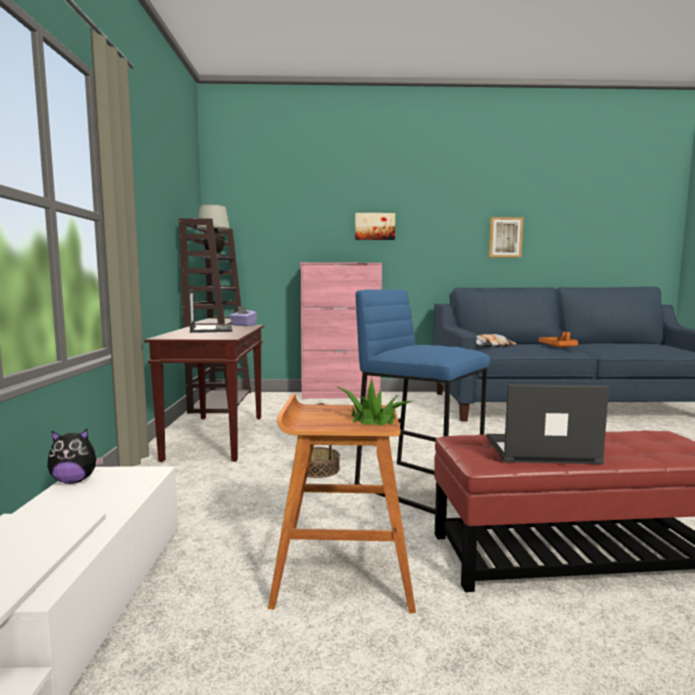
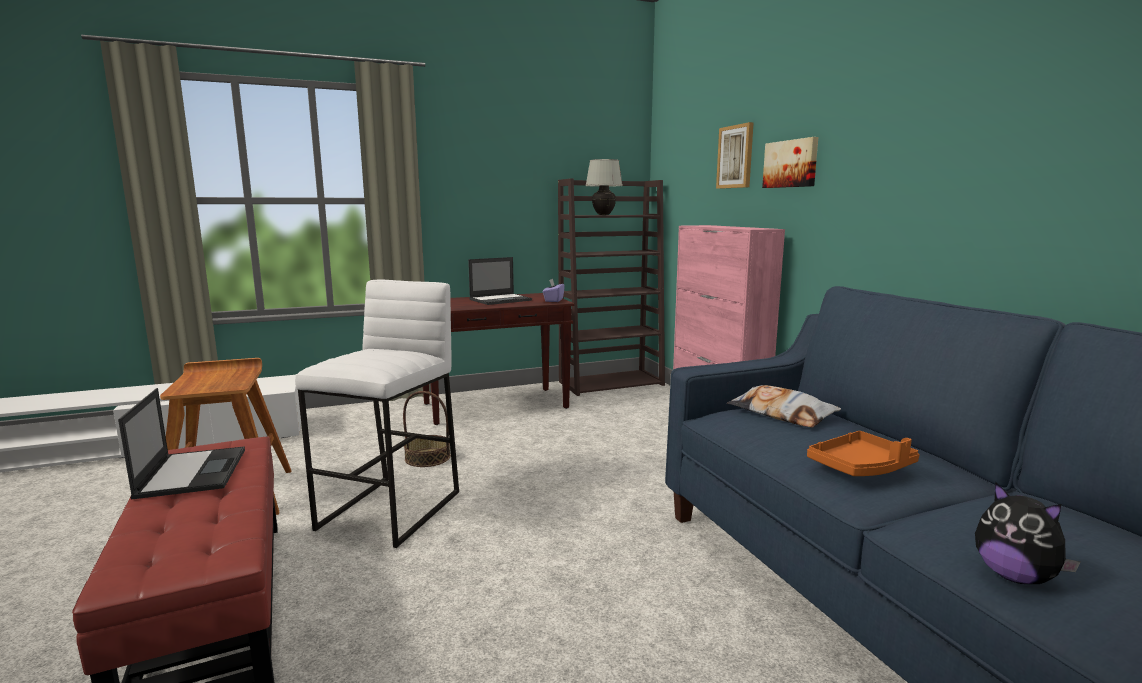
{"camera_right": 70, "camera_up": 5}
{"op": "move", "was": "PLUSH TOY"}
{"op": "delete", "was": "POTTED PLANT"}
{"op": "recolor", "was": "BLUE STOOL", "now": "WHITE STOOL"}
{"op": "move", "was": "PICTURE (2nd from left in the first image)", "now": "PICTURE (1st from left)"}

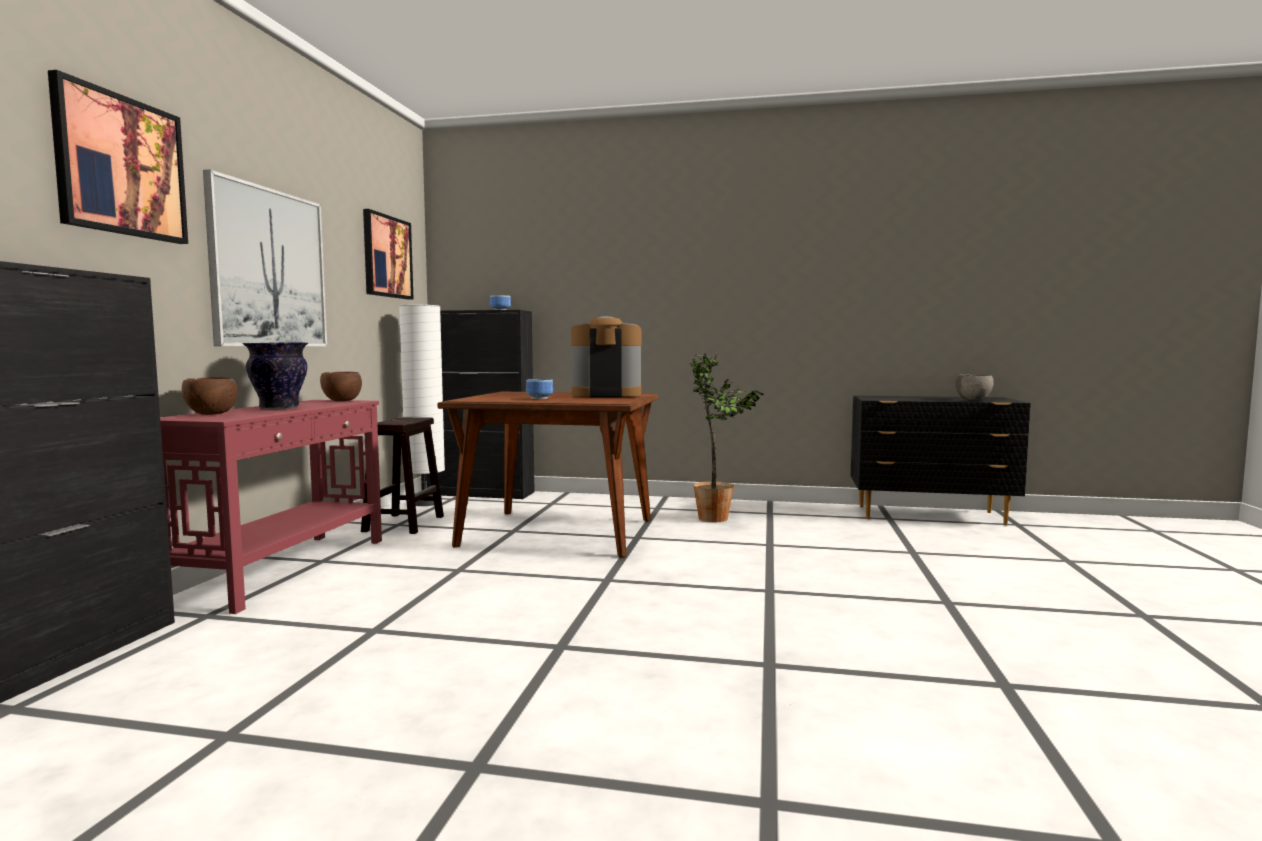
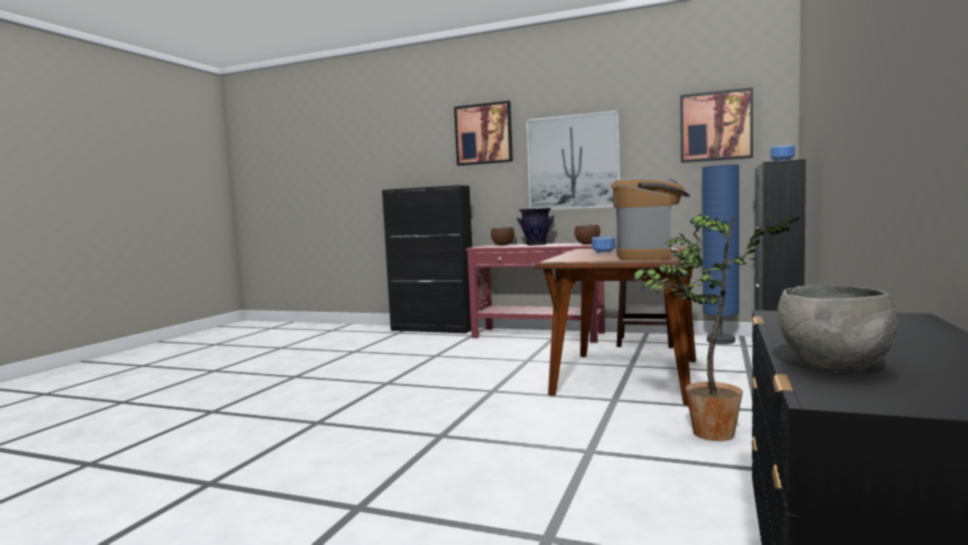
{"camera_right": 100, "camera_up": 0}
{"op": "recolor", "was": "WHITE FLOOR LAMP", "now": "BLUE FLOOR LAMP"}

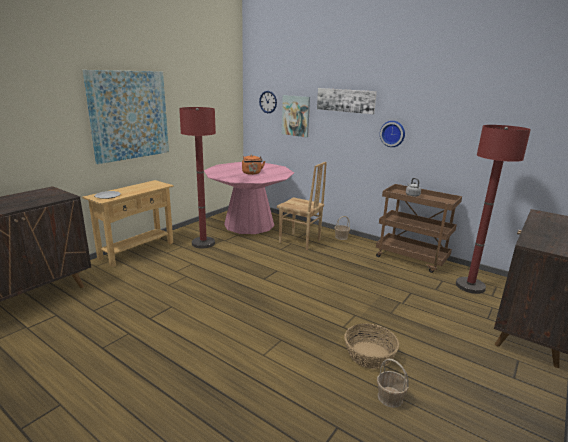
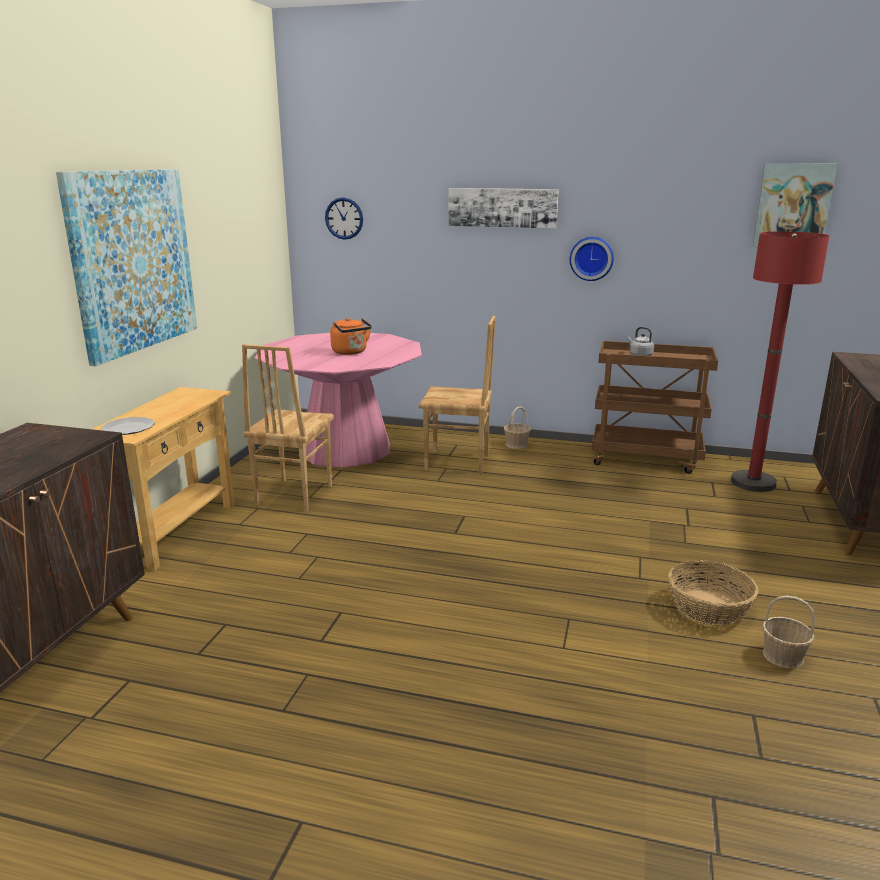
{"camera_right": -20, "camera_up": 0}
{"op": "replace", "was": "RED FLOOR LAMP (1st from left)", "now": "BROWN CHAIR (1st from left)"}
{"op": "move", "was": "PICTURE (2nd from left in the first image)", "now": "PICTURE (3rd from left)"}

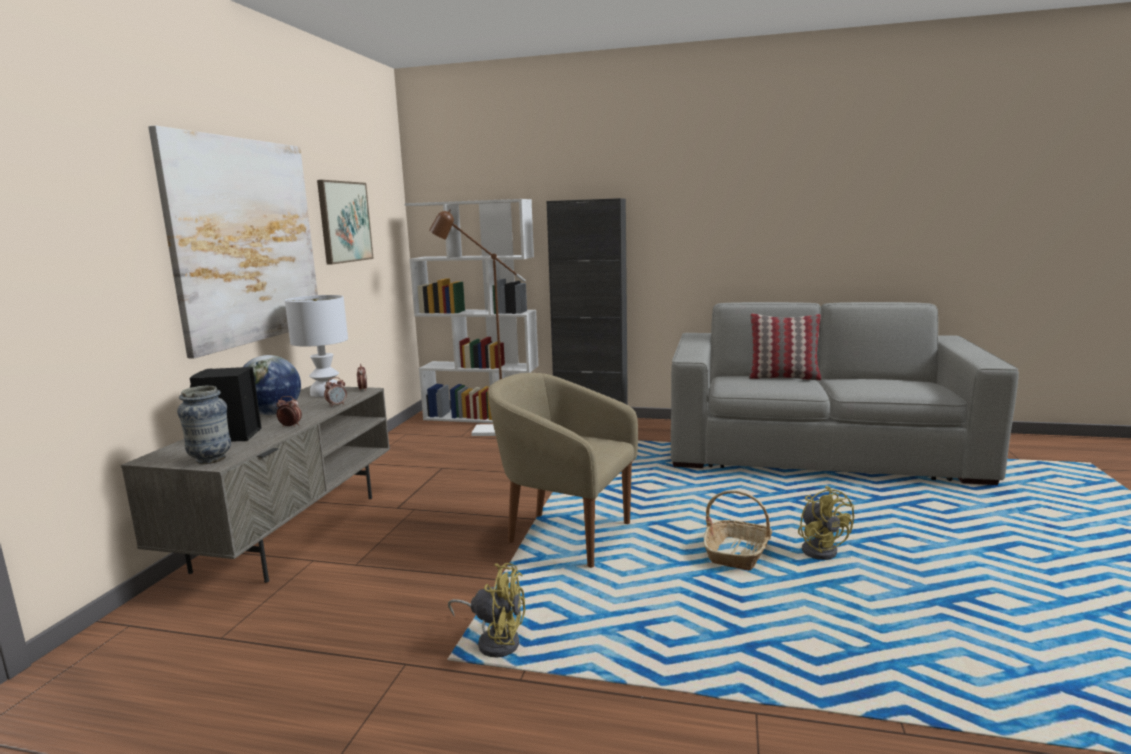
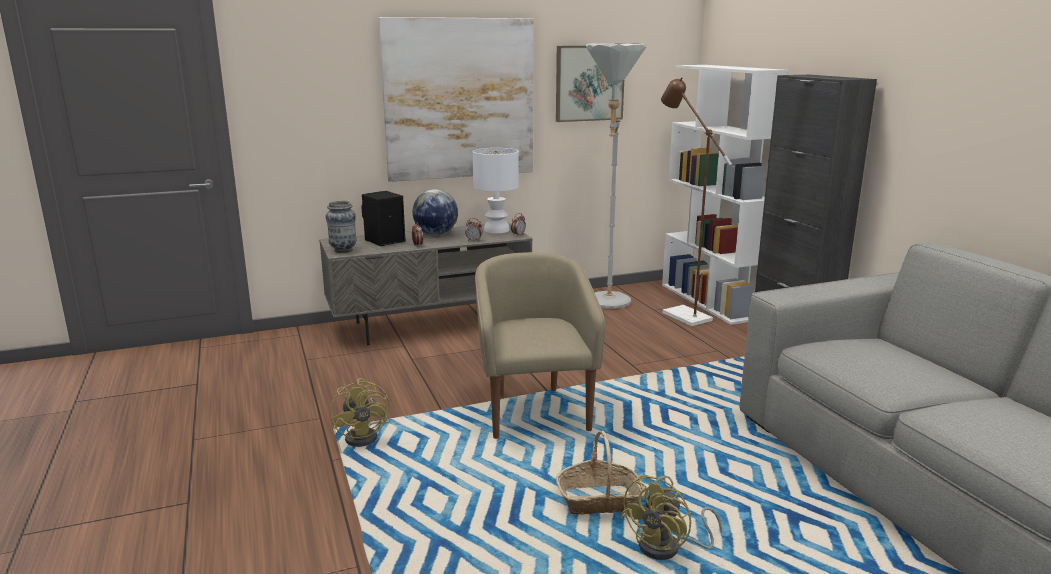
{"camera_right": 55, "camera_up": 5}
{"op": "delete", "was": "PILLOW"}
{"op": "insert", "now": "GREY FLOOR LAMP"}

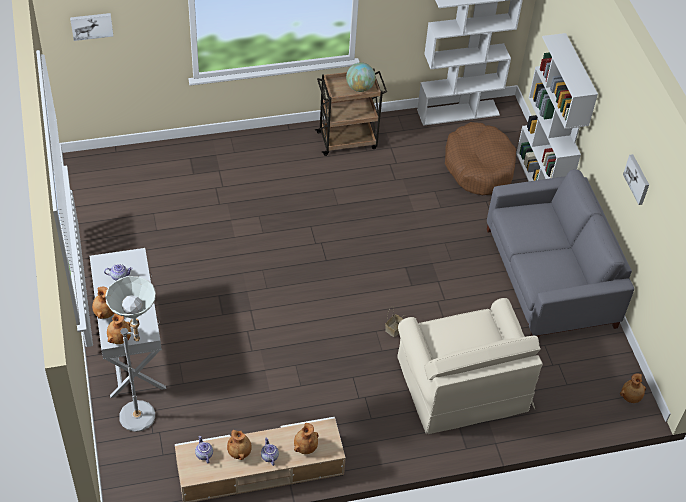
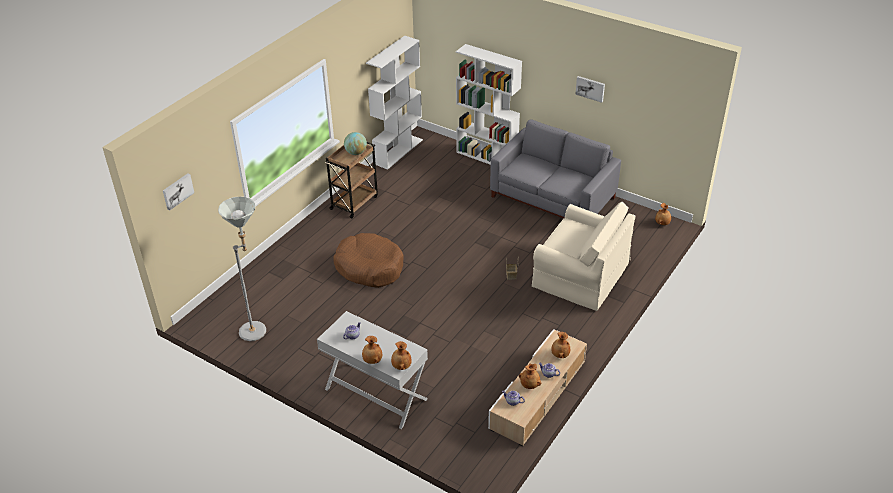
{"camera_right": -40, "camera_up": -10}
{"op": "move", "was": "GREY FLOOR LAMP"}
{"op": "move", "was": "BROWN DOG BED"}

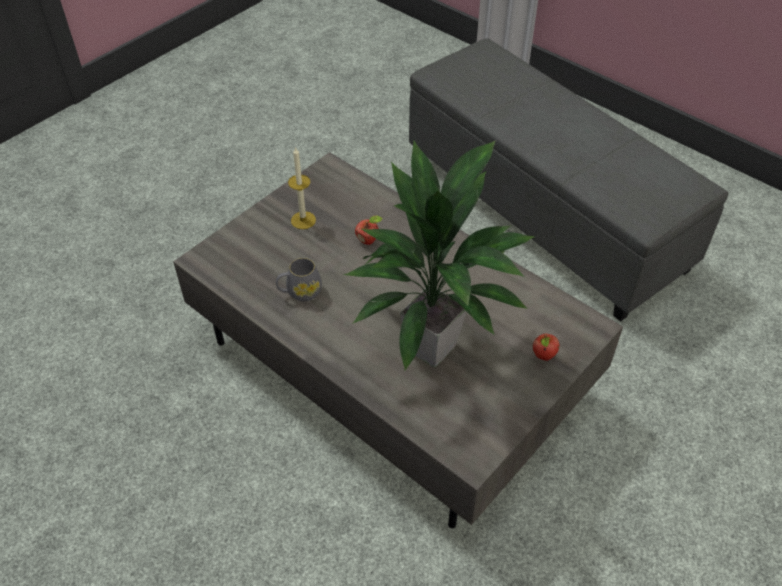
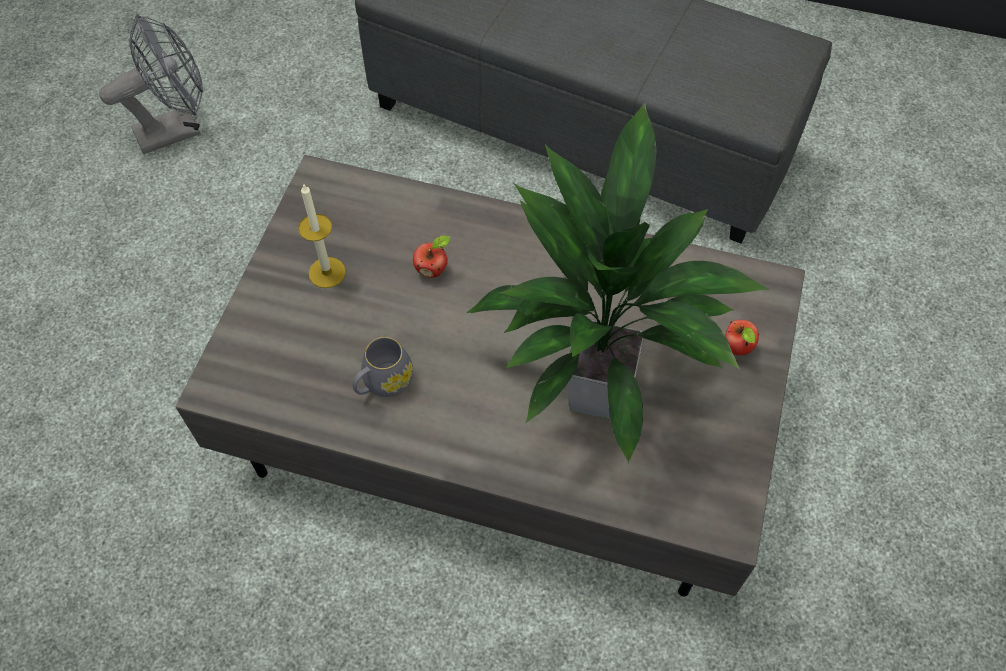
{"camera_right": -25, "camera_up": 10}
{"op": "insert", "now": "GREY FAN"}

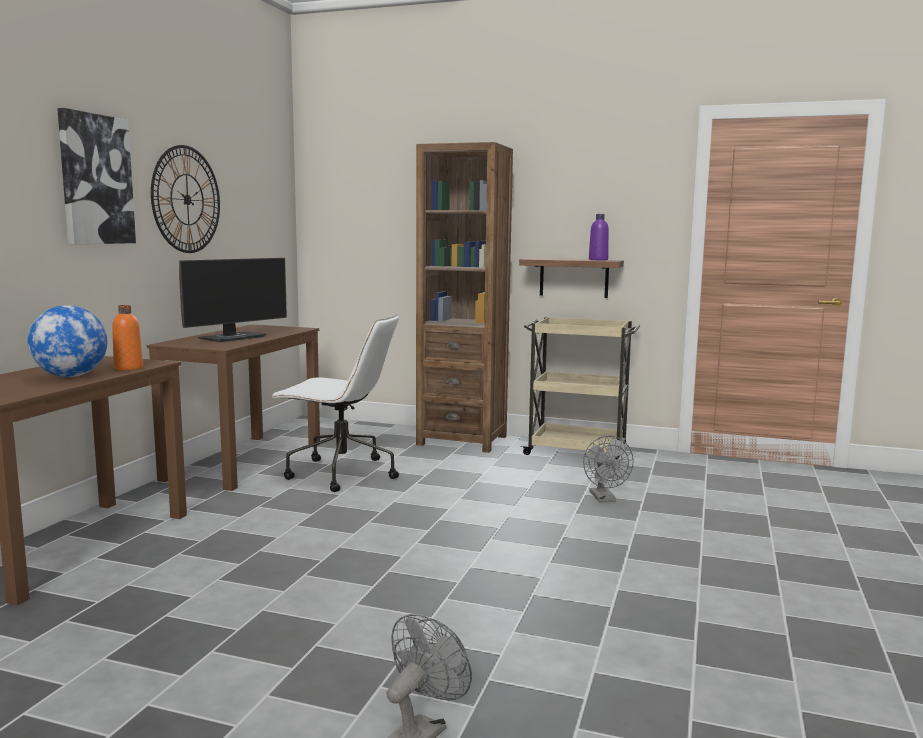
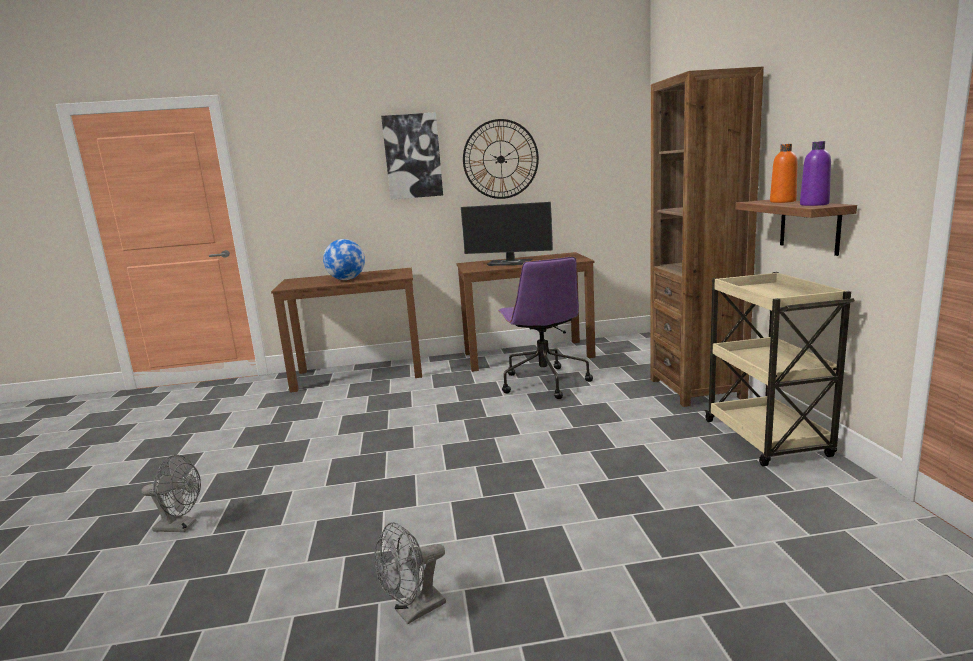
{"camera_right": 65, "camera_up": 5}
{"op": "move", "was": "ORANGE BOTTLE"}
{"op": "recolor", "was": "WHITE OFFICE CHAIR", "now": "PURPLE OFFICE CHAIR"}
{"op": "move", "was": "GREY FAN (2nd from left)"}

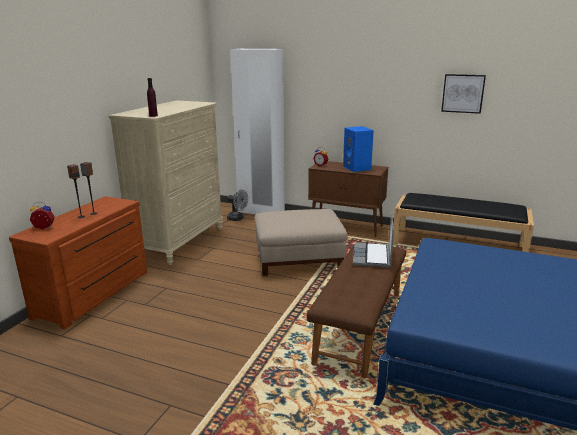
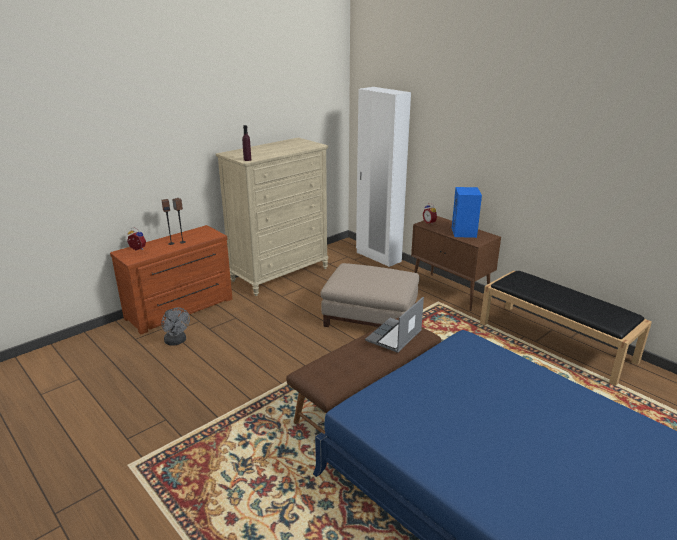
{"camera_right": 25, "camera_up": 5}
{"op": "move", "was": "GREY FAN"}
{"op": "delete", "was": "PICTURE"}

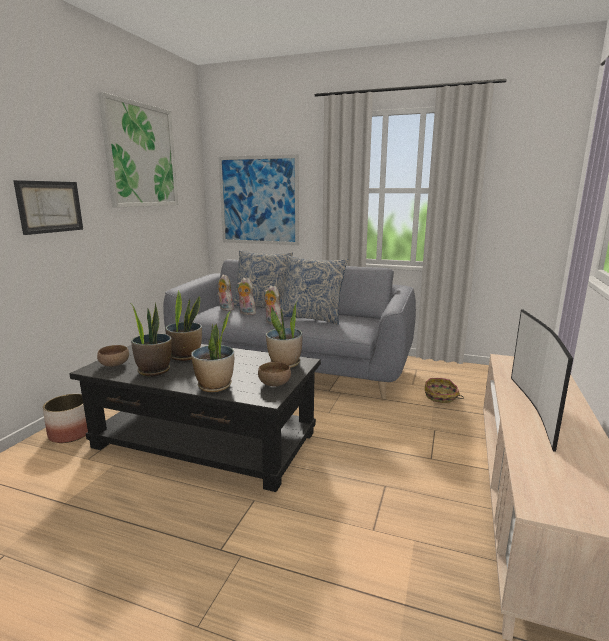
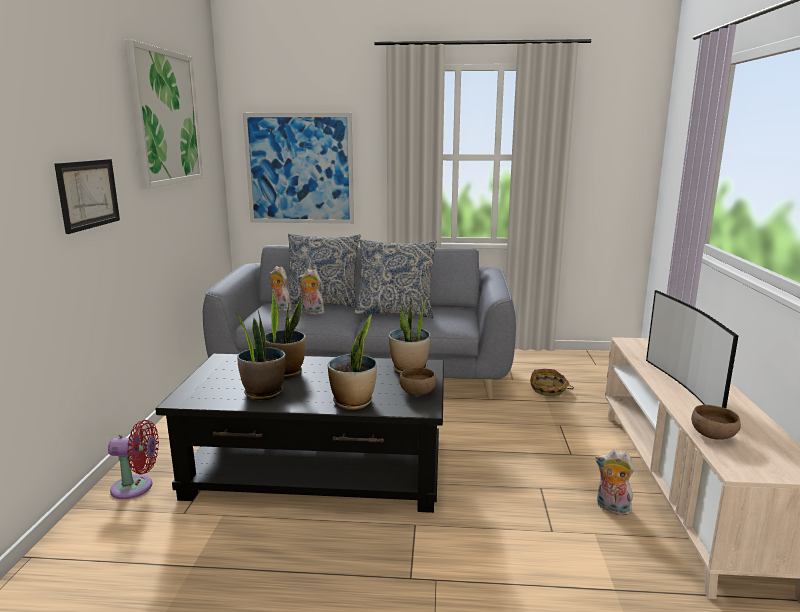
{"camera_right": -15, "camera_up": 0}
{"op": "replace", "was": "PLANTER", "now": "RED FAN"}
{"op": "move", "was": "BROWN BOWL (1st from left in the first image)", "now": "BROWN BOWL (2nd from left)"}
{"op": "move", "was": "PLUSH TOY (3rd from left)"}

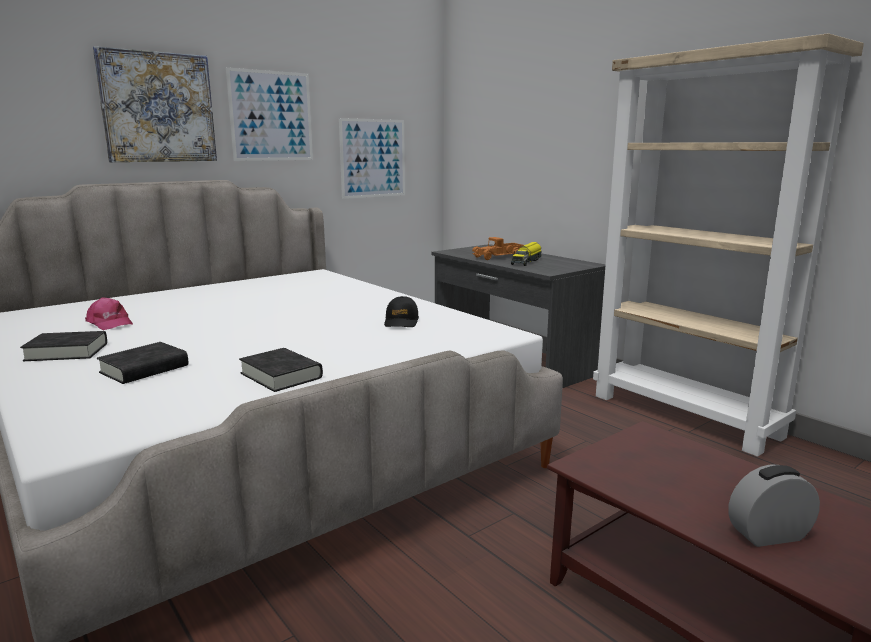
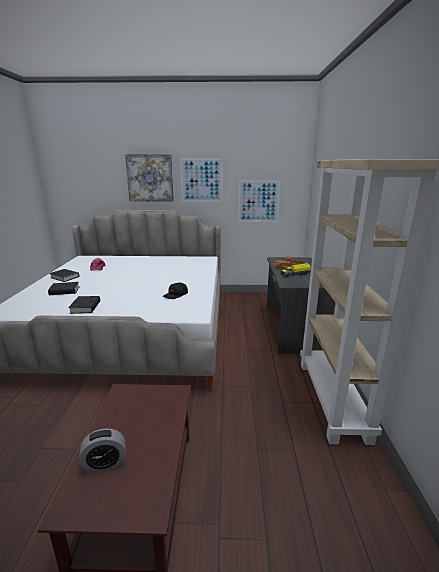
{"camera_right": 40, "camera_up": 5}
{"op": "rotate", "was": "ALARM CLOCK", "clockwise": 135}

